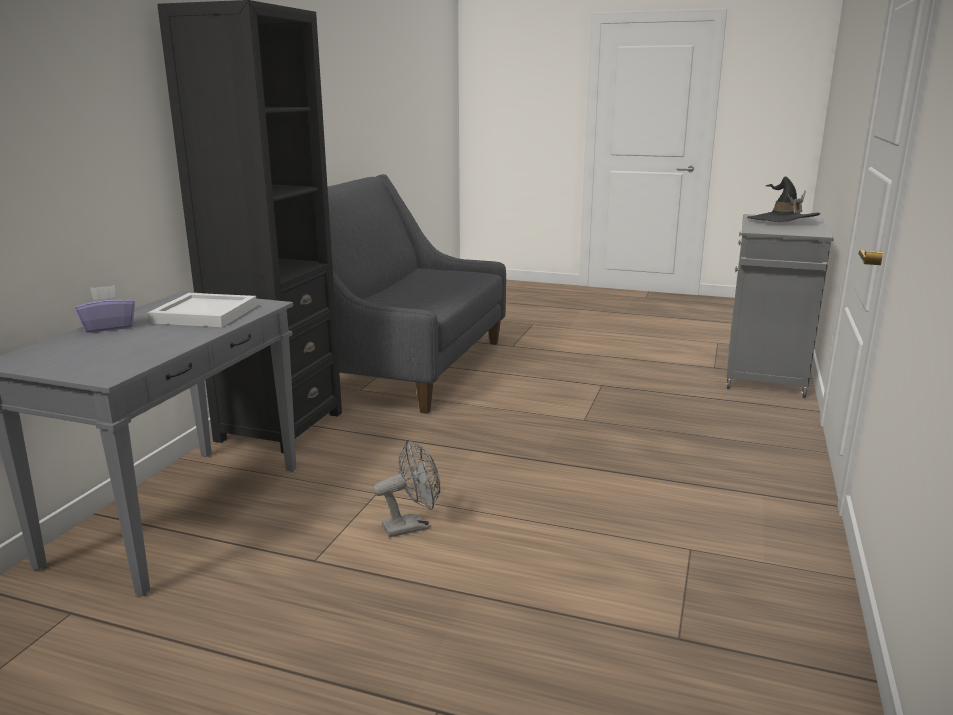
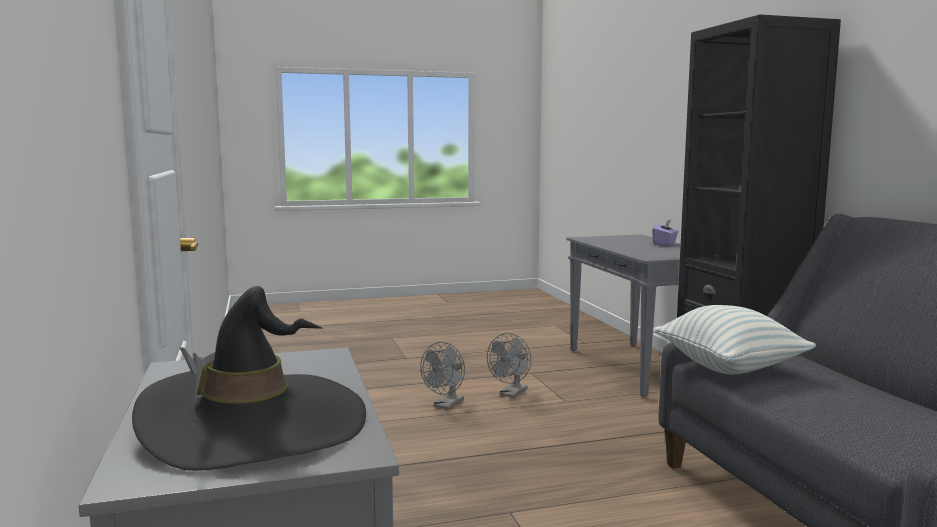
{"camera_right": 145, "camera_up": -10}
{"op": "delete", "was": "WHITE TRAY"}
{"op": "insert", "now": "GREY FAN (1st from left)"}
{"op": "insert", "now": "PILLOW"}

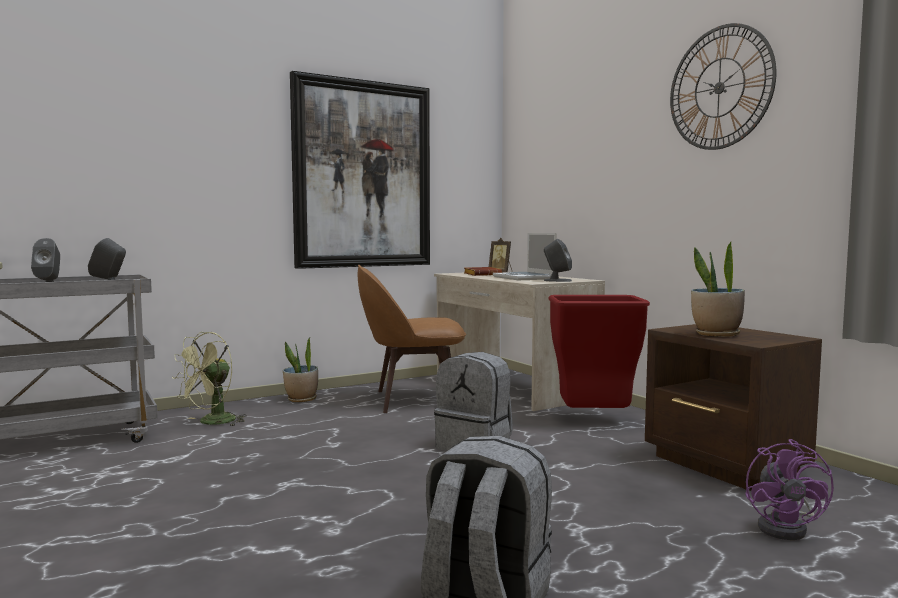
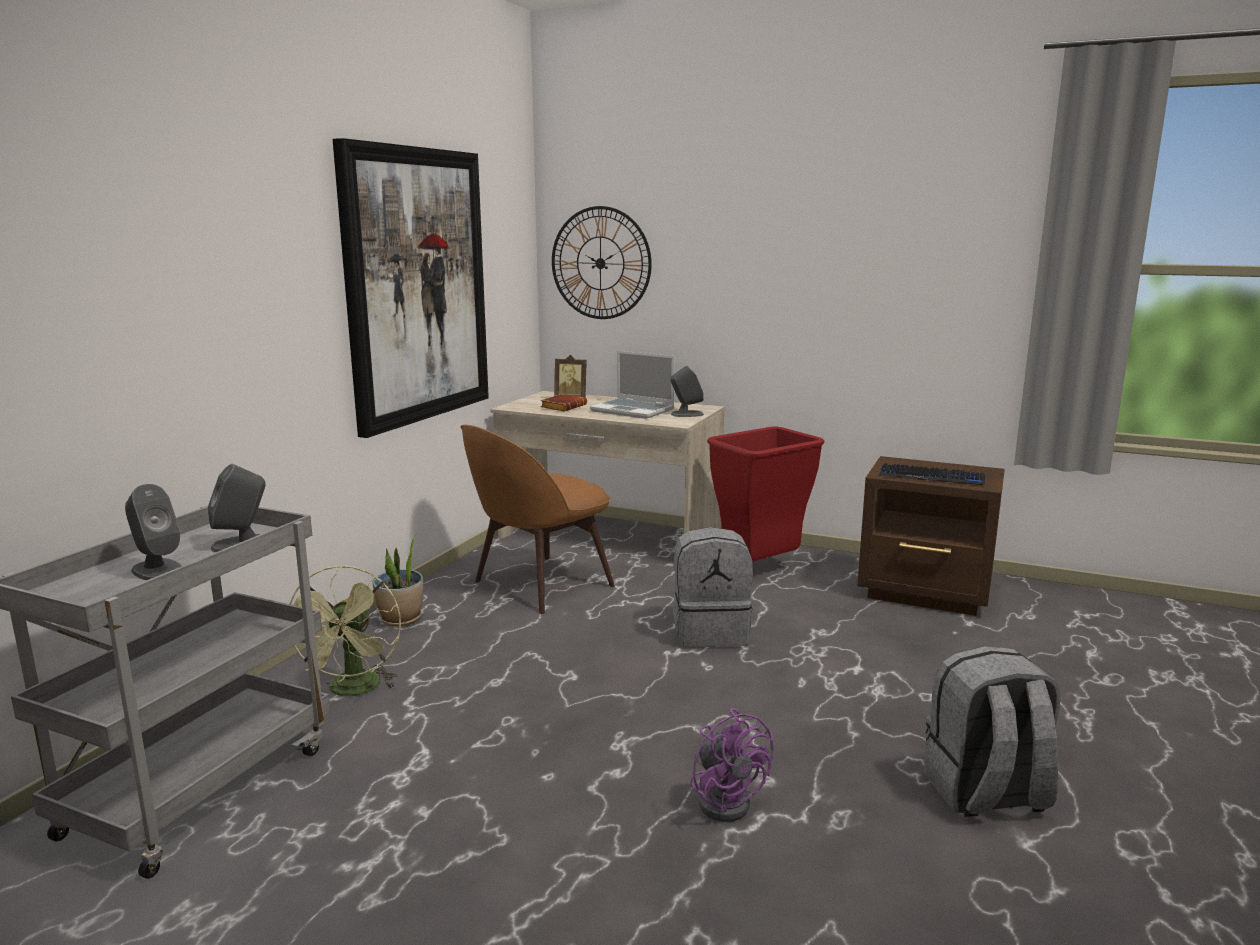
{"camera_right": -35, "camera_up": 10}
{"op": "move", "was": "WALL CLOCK"}
{"op": "replace", "was": "POTTED PLANT (2nd from left)", "now": "KEYBOARD"}
{"op": "move", "was": "PURPLE FAN"}

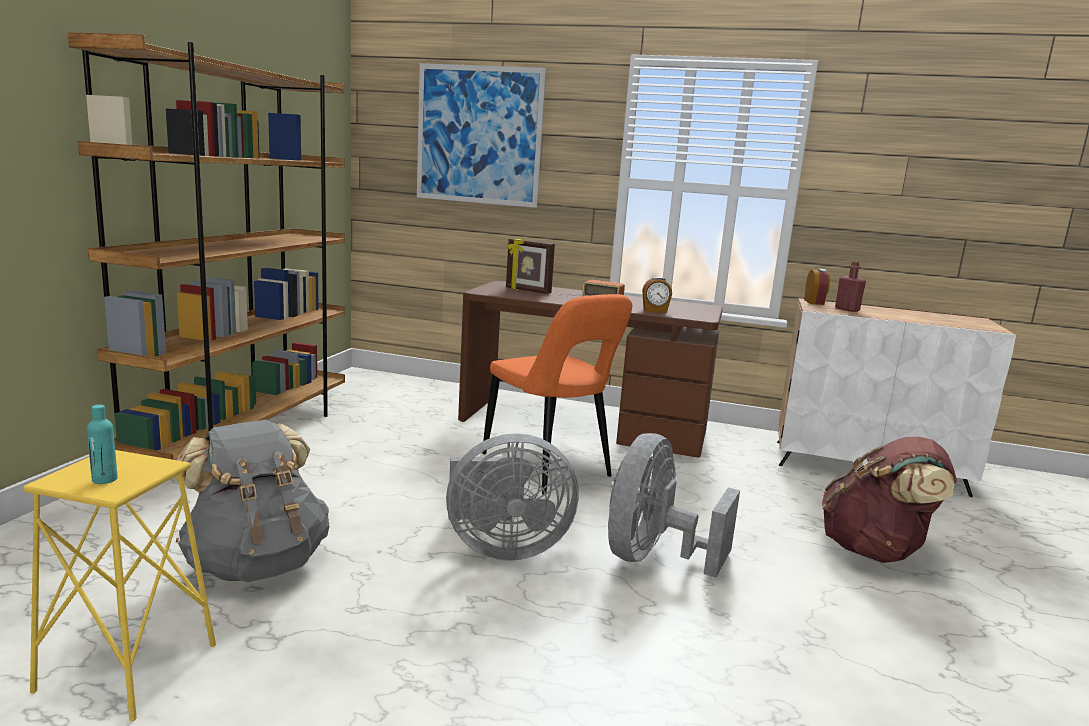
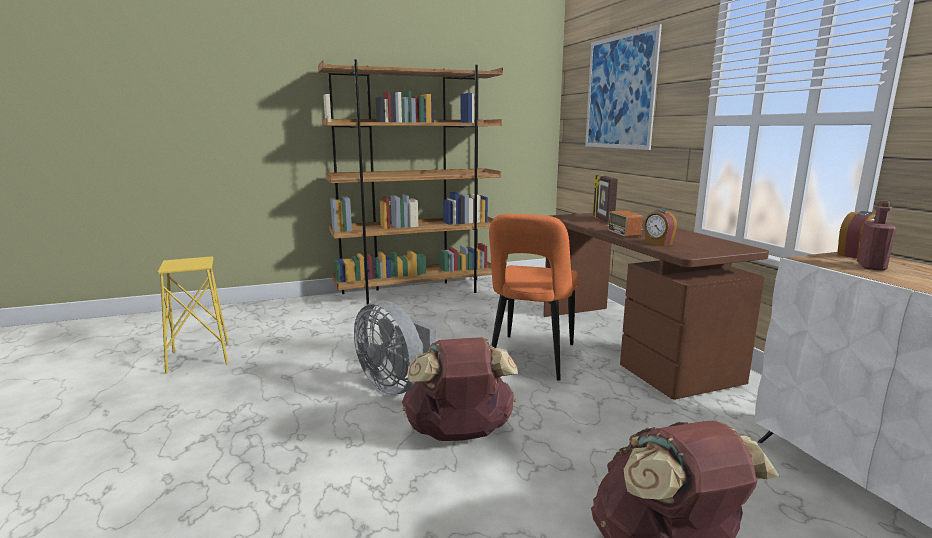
{"camera_right": 55, "camera_up": 0}
{"op": "delete", "was": "TURQUOISE BOTTLE"}
{"op": "delete", "was": "GREY BACKPACK"}
{"op": "replace", "was": "GREY FAN (2nd from left)", "now": "BROWN BACKPACK (1st from left)"}

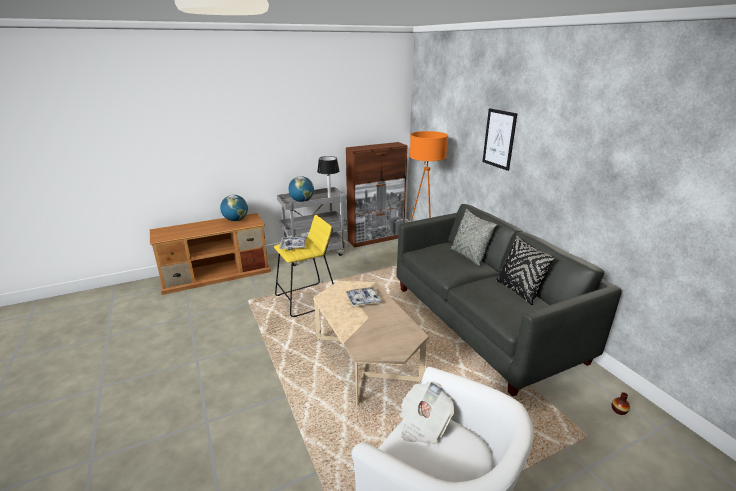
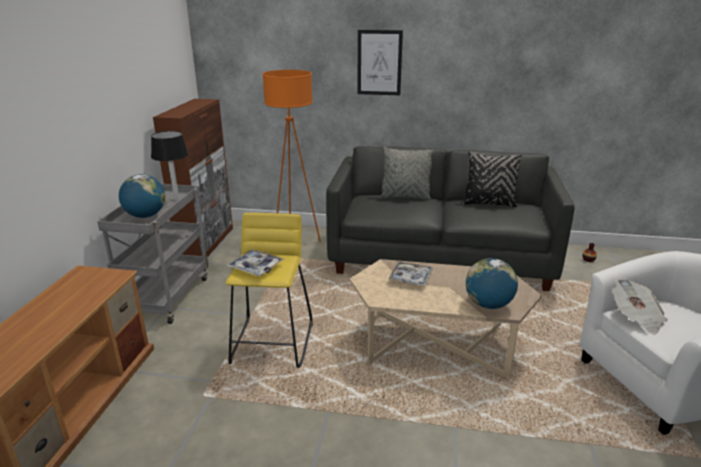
{"camera_right": -55, "camera_up": 0}
{"op": "move", "was": "GLOBE (1st from left in the first image)", "now": "GLOBE (2nd from left)"}

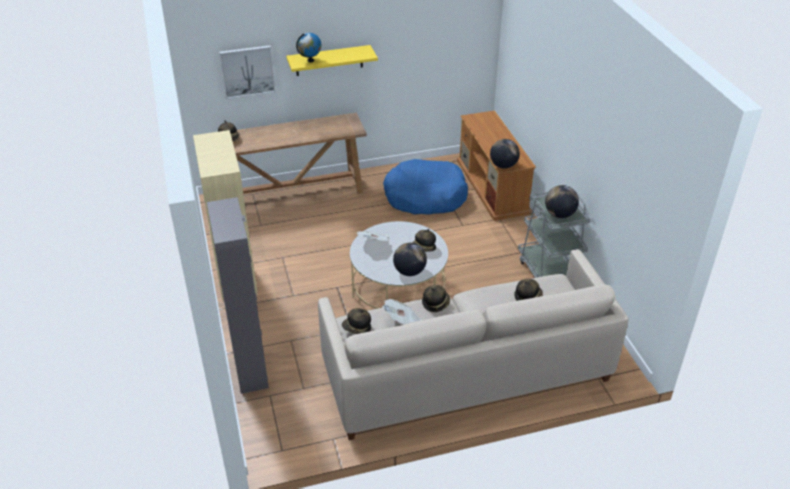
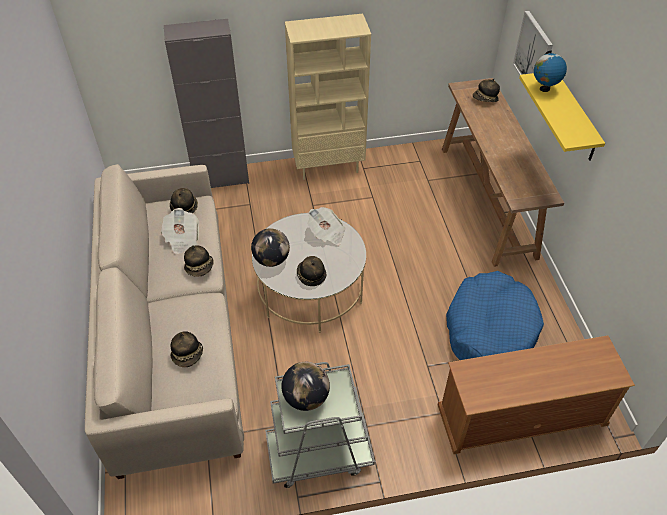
{"camera_right": 95, "camera_up": 10}
{"op": "delete", "was": "GLOBE (3rd from left)"}

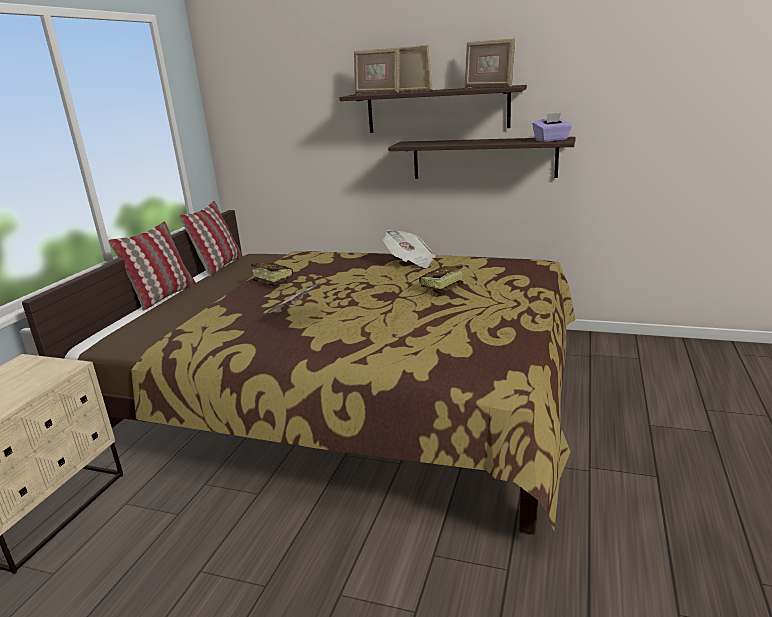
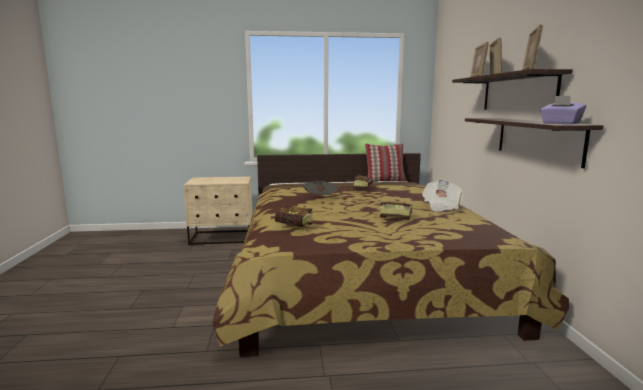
{"camera_right": 65, "camera_up": -10}
{"op": "delete", "was": "PILLOW (1st from left)"}
{"op": "insert", "now": "BOOK (1st from left)"}

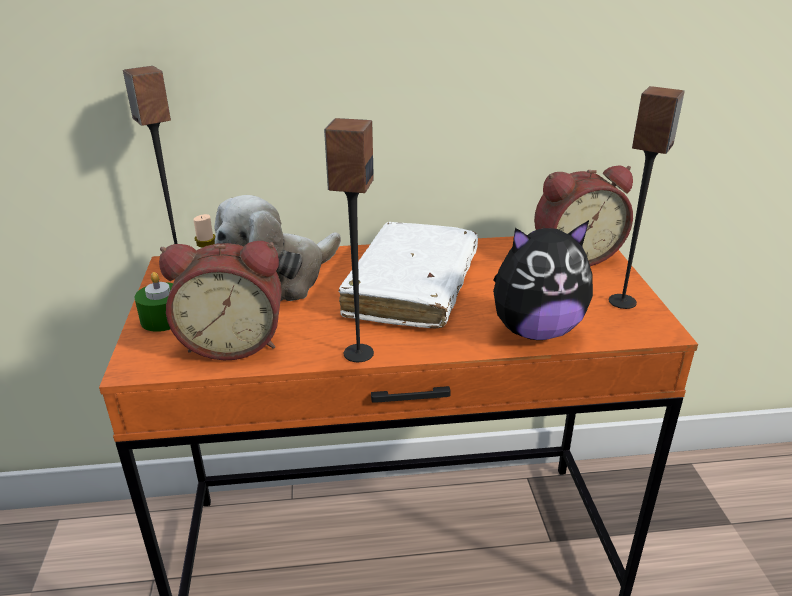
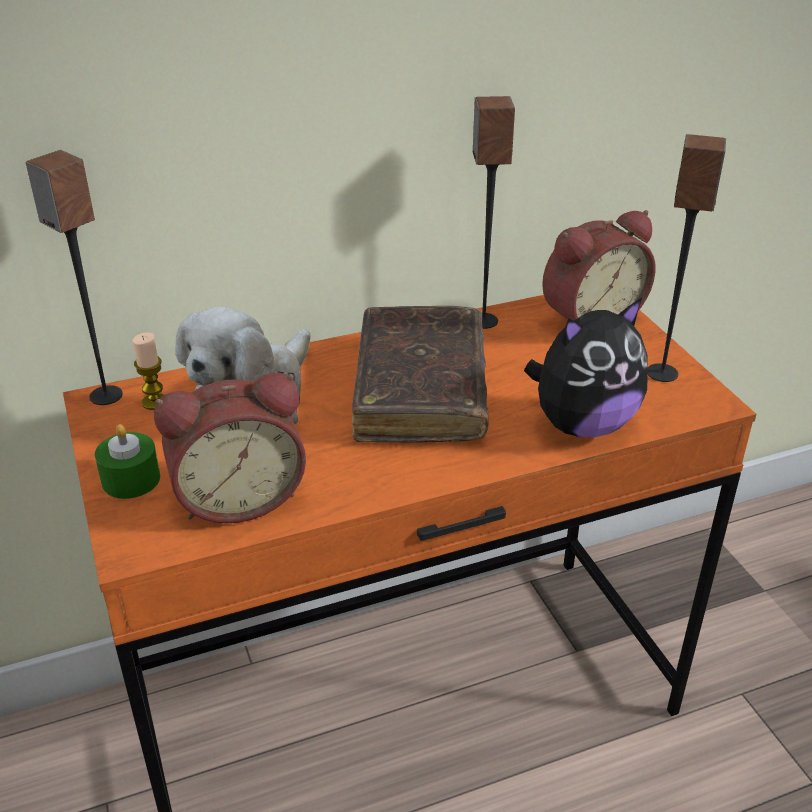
{"camera_right": -15, "camera_up": 5}
{"op": "move", "was": "SPEAKER (2nd from left)"}
{"op": "recolor", "was": "WHITE BOOK", "now": "BROWN BOOK"}

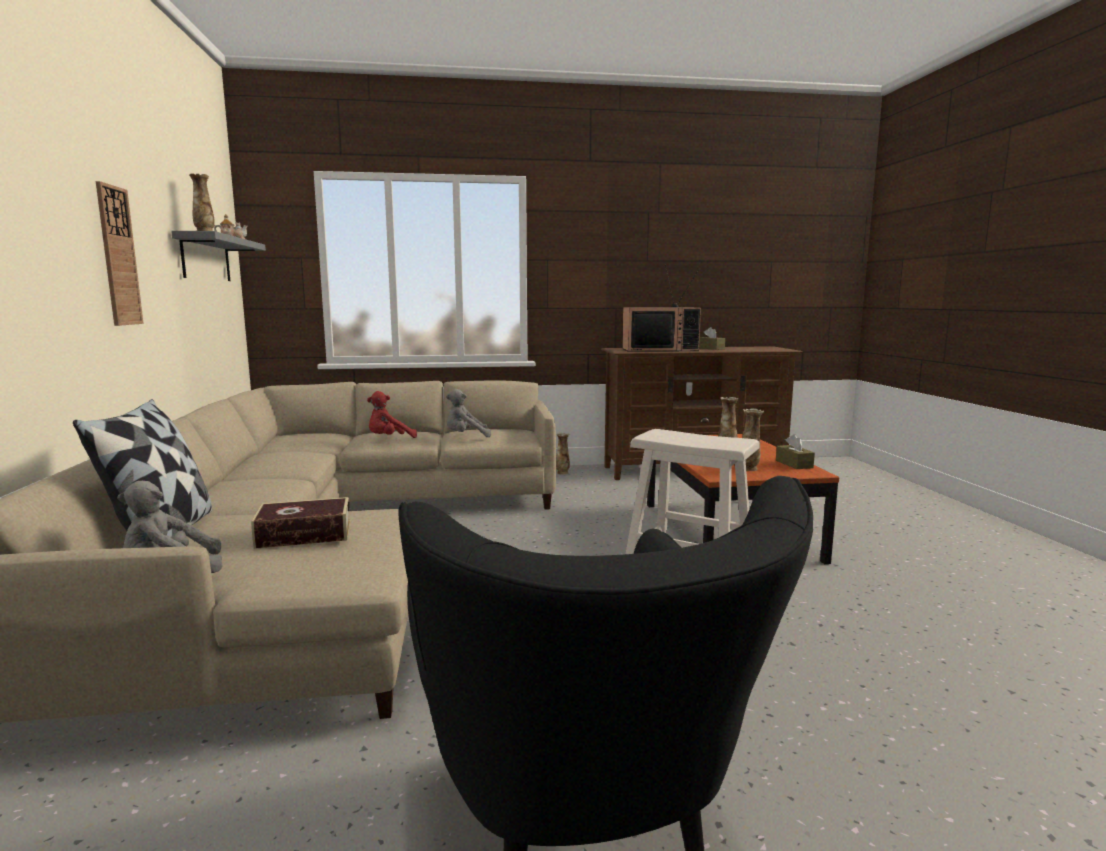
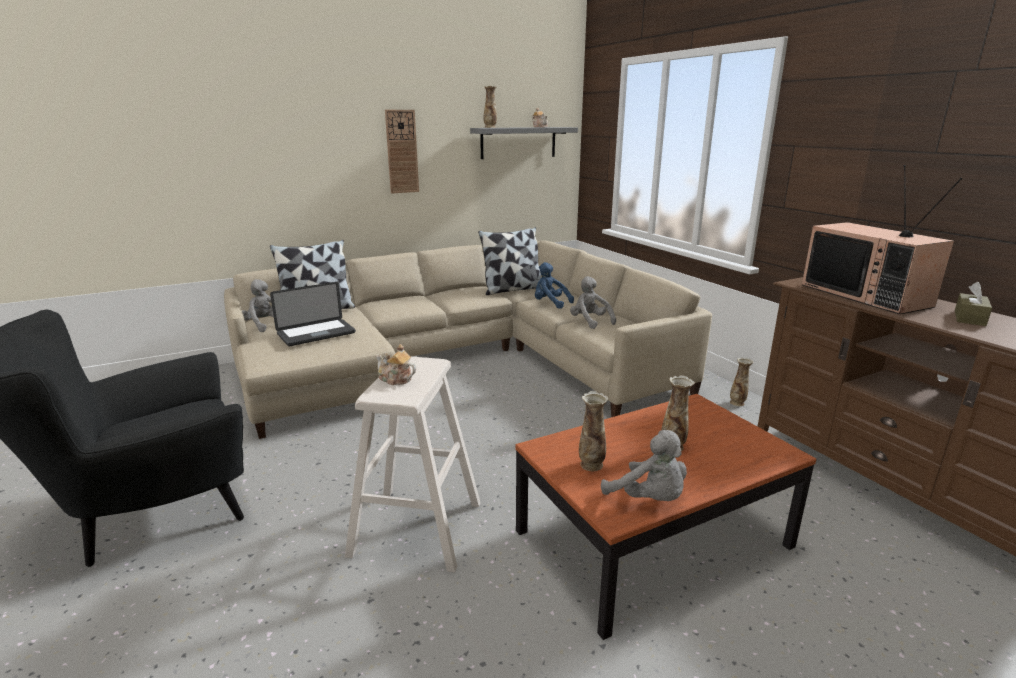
{"camera_right": 70, "camera_up": 10}
{"op": "replace", "was": "BOOK", "now": "LAPTOP"}
{"op": "recolor", "was": "RED PLUSH TOY", "now": "BLUE PLUSH TOY"}
{"op": "replace", "was": "BROWN TISSUE BOX (2nd from left)", "now": "GREY PLUSH TOY (3rd from left)"}
{"op": "insert", "now": "TEAPOT (1st from left)"}
{"op": "insert", "now": "PILLOW (2nd from left)"}

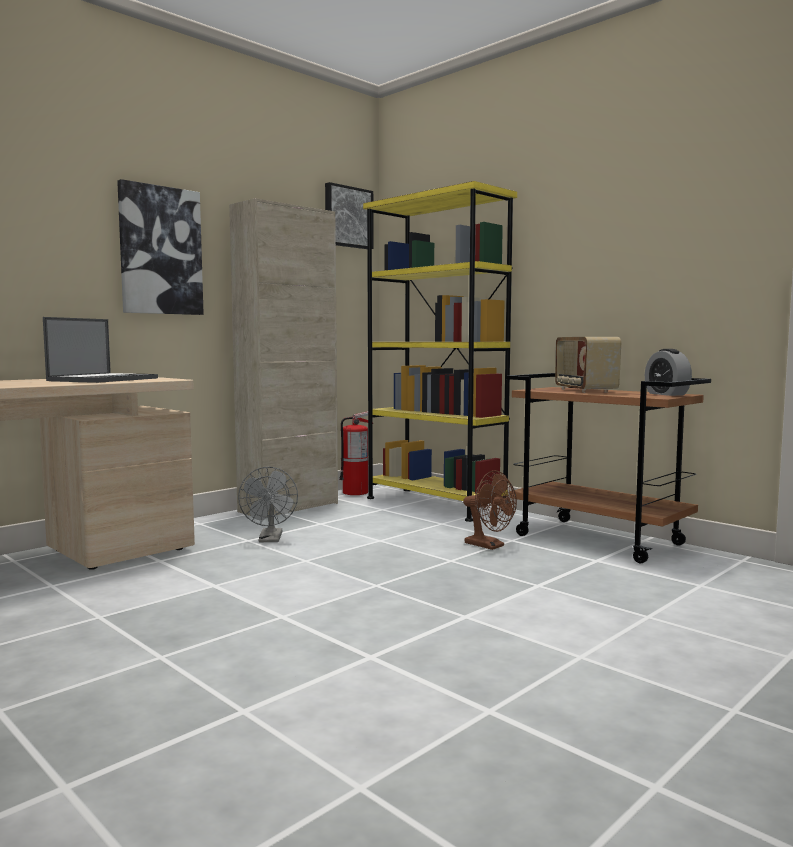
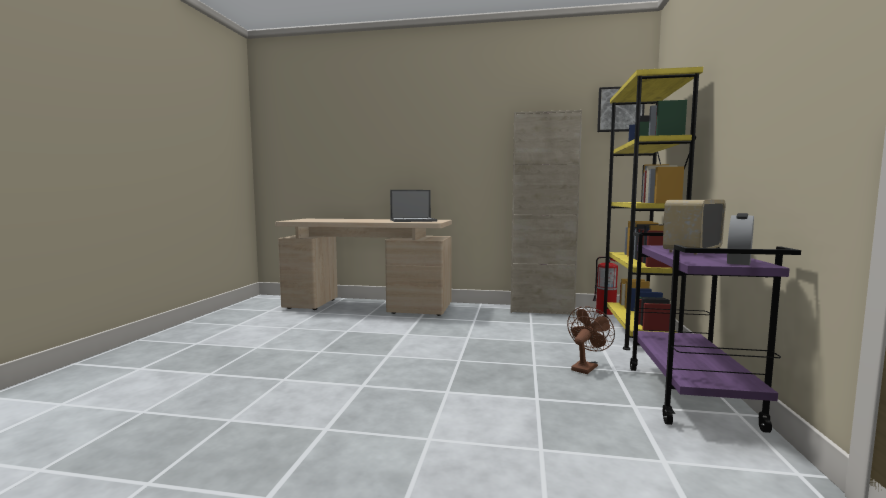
{"camera_right": 55, "camera_up": 0}
{"op": "delete", "was": "PICTURE (1st from left)"}
{"op": "delete", "was": "GREY FAN"}
{"op": "rotate", "was": "BROWN FAN", "clockwise": -150}
{"op": "recolor", "was": "BROWN CART", "now": "PURPLE CART"}

